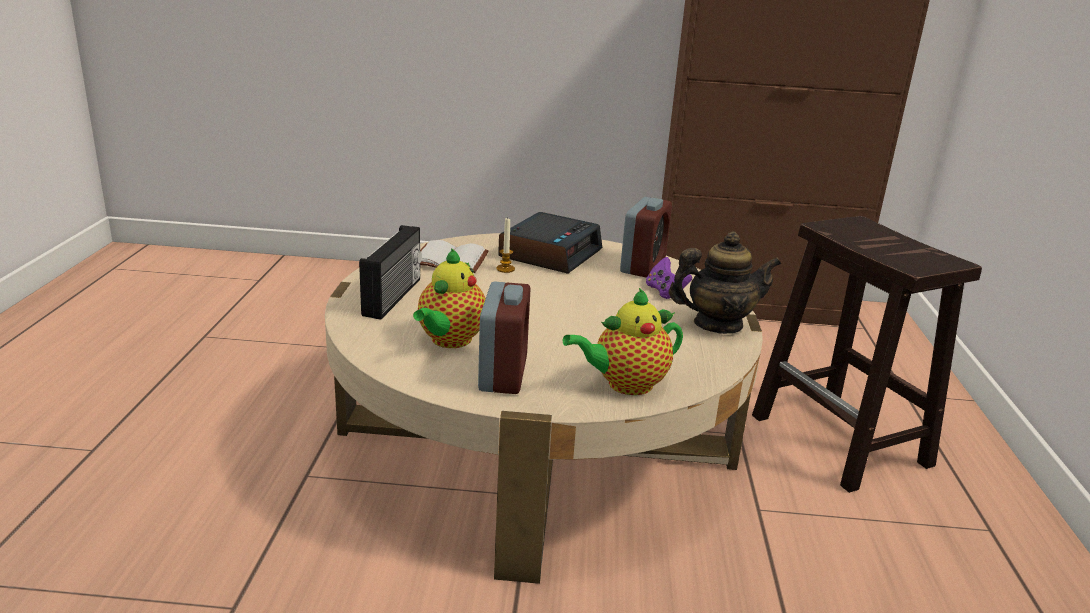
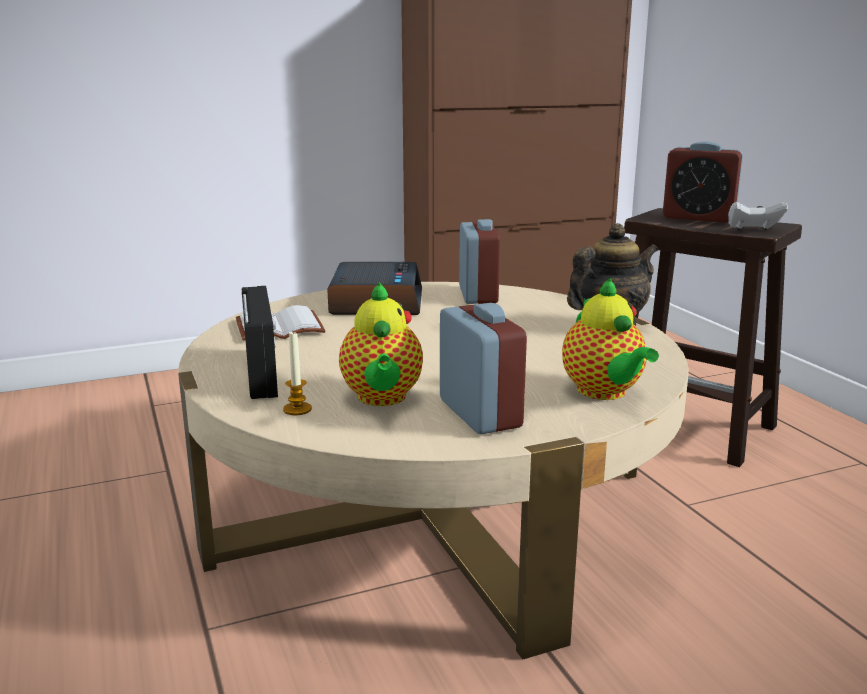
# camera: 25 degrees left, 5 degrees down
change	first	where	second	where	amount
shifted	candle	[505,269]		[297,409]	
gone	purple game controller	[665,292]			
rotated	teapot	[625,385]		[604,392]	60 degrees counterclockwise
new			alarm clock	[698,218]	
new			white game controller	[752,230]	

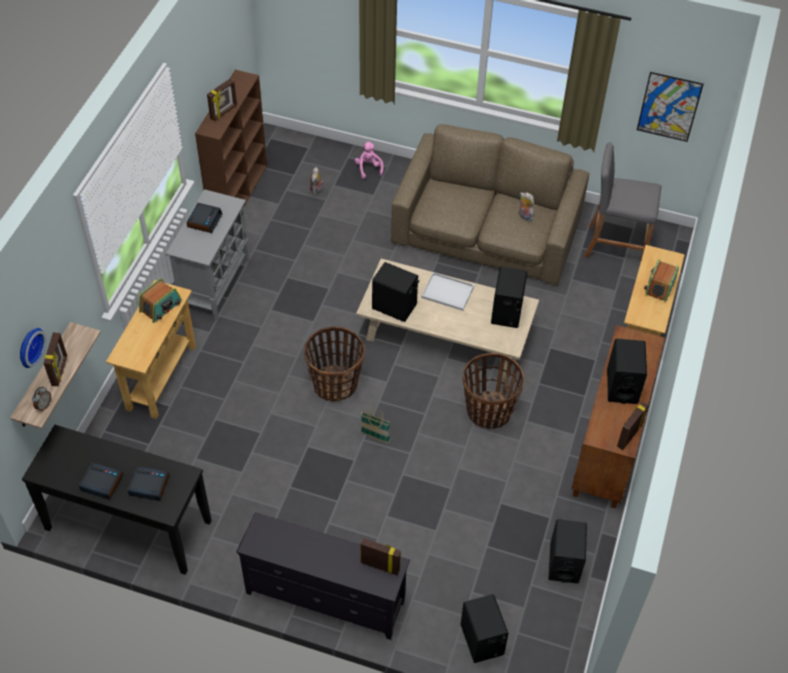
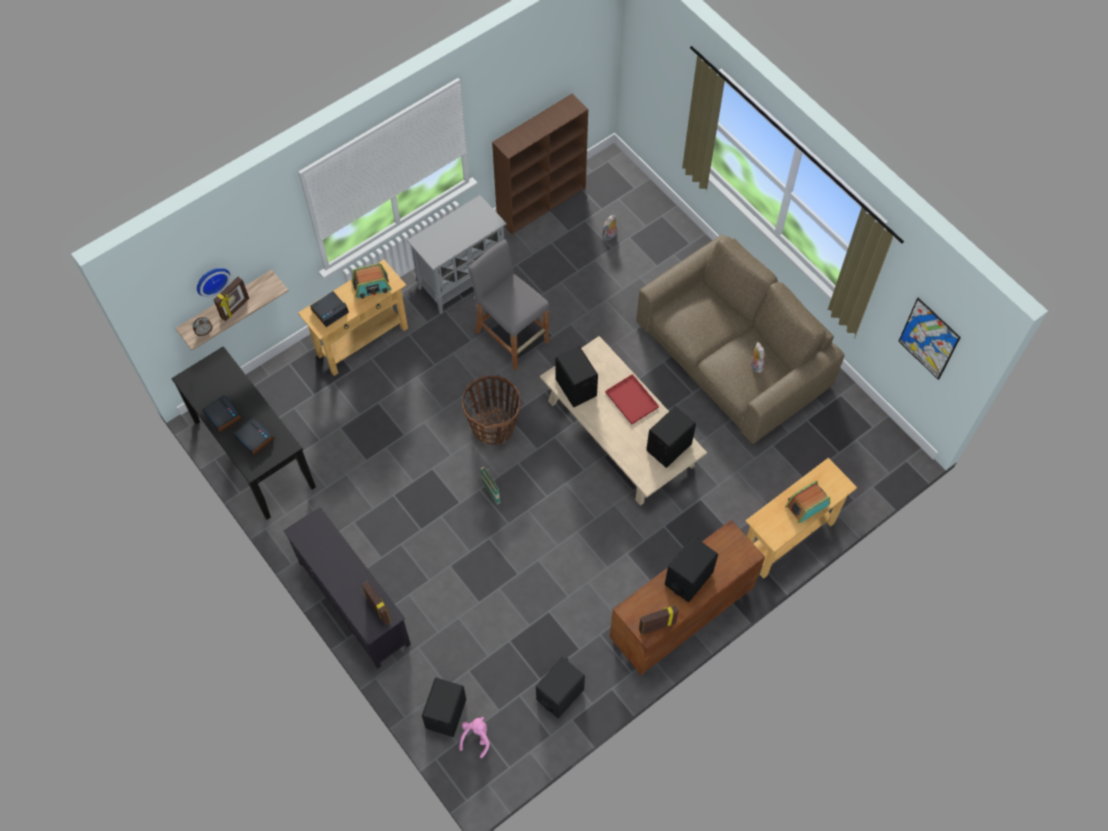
# camera: 35 degrees right, 10 degrees up
change	first	where	second	where	amount
gone	picture frame	[224,112]			
shifted	pink plush toy	[368,168]		[476,737]	
shifted	grey stool	[615,245]		[511,337]	
shifted	alarm clock	[204,220]		[330,310]	
repainted	white tray	[446,292]	red tray	[631,399]	
gone	basket	[488,411]			

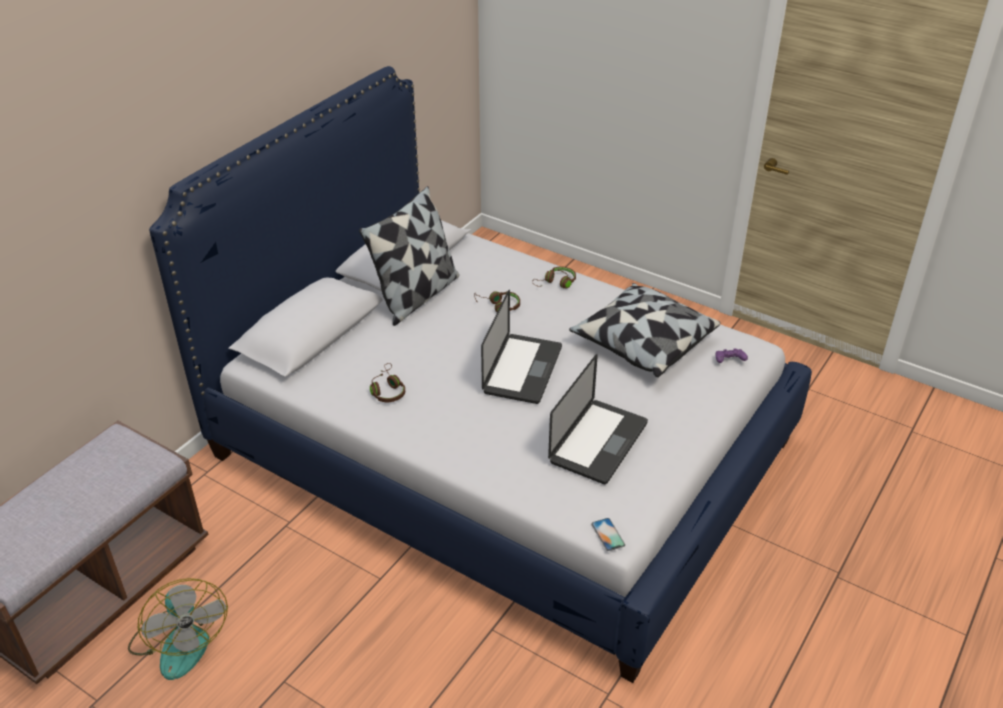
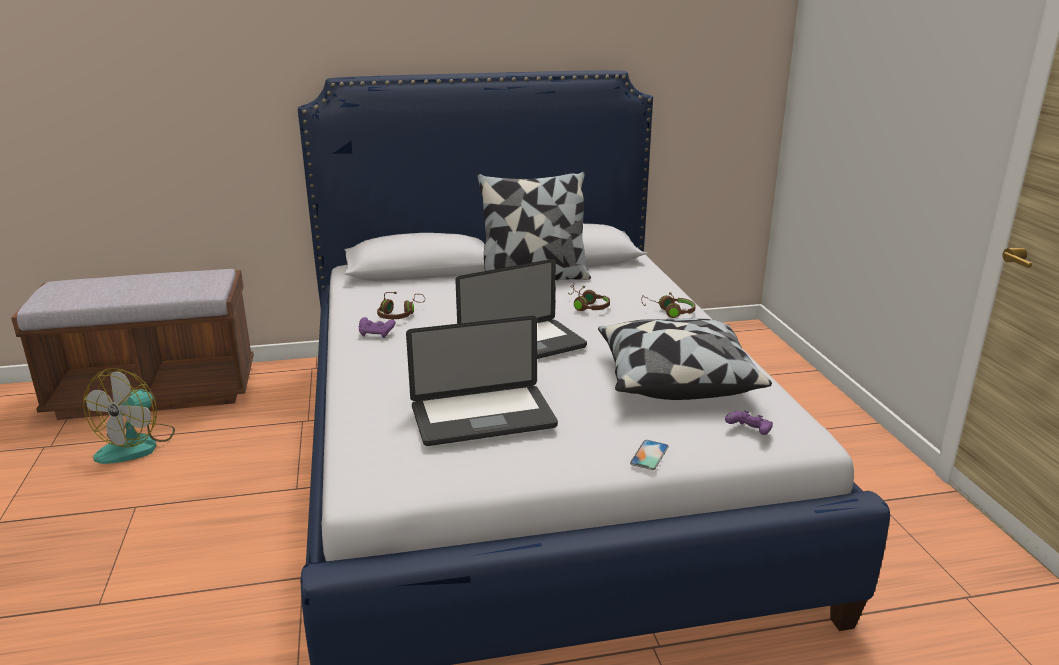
# camera: 45 degrees right, 15 degrees down
change	first	where	second	where	amount
shifted	phone	[608,534]		[649,455]	
new			purple game controller	[376,334]	

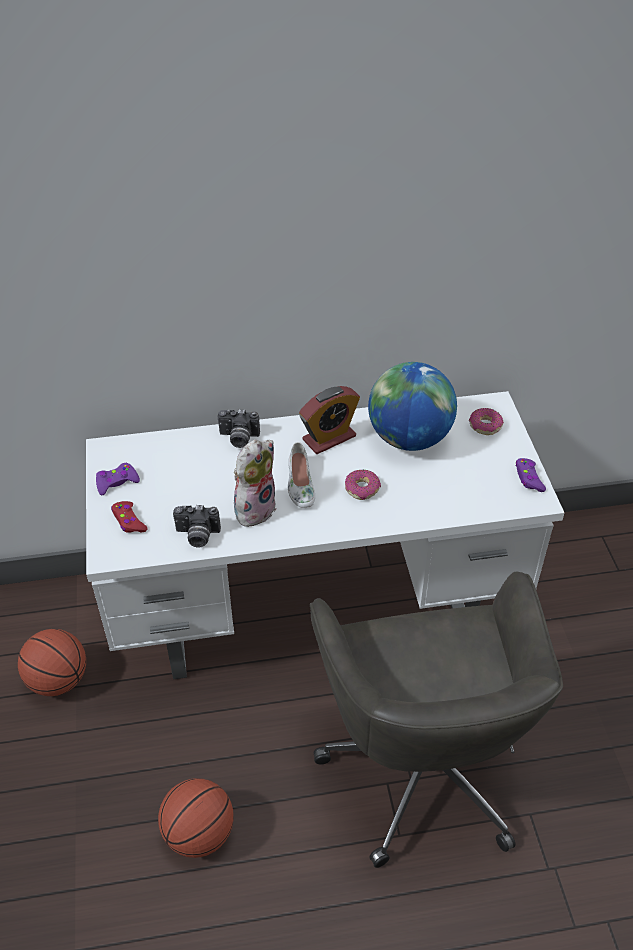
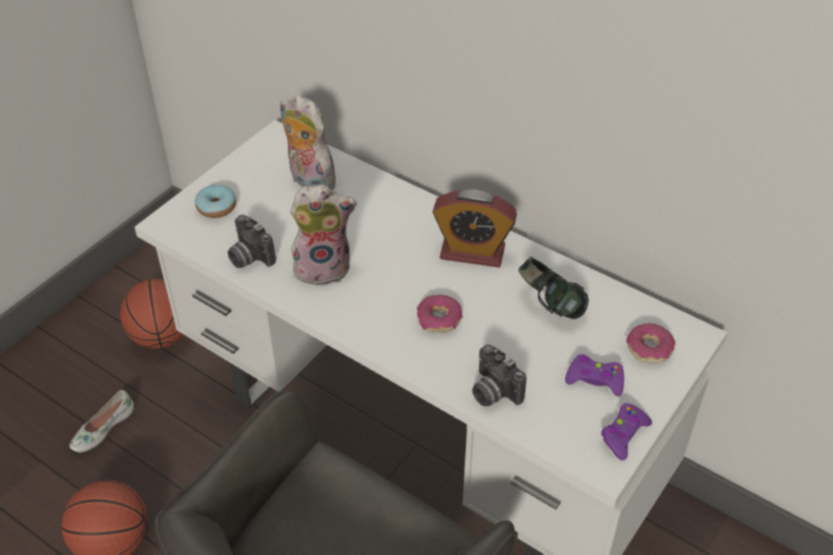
# camera: 45 degrees right, 0 degrees up
change	first	where	second	where	amount
swapped	globe	[409,438]	headphones	[549,305]	
shifted	photo camera	[238,438]		[492,392]	
shifted	white shoe	[300,484]		[102,428]	
shifted	purple game controller	[116,482]		[595,379]	
swapped	red game controller	[129,521]	donut	[216,207]	
new			plush toy	[308,180]	

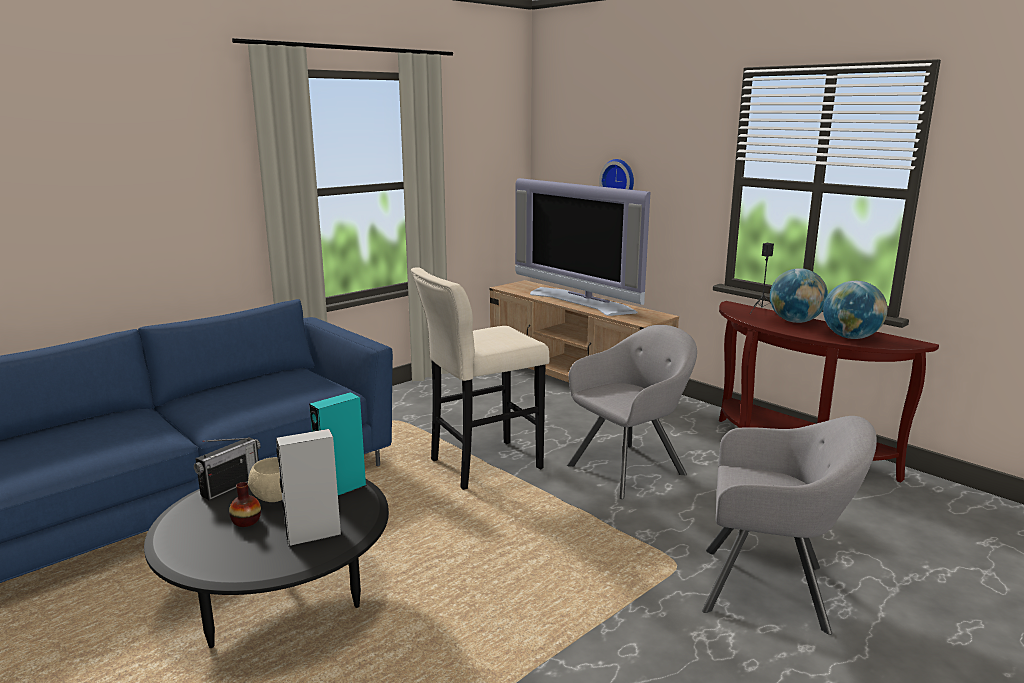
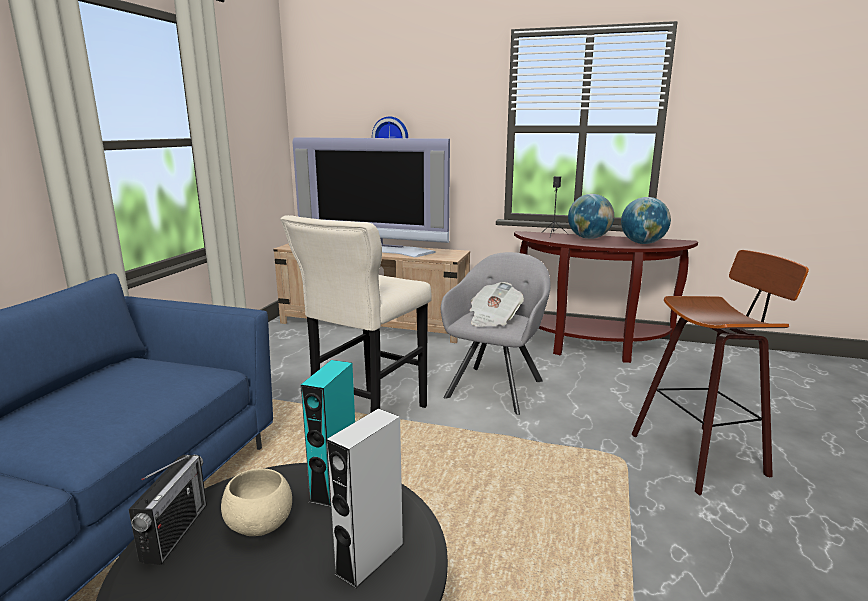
# camera: 30 degrees left, 0 degrees up
change	first	where	second	where	amount
swapped	grey armchair	[771,589]	stool	[702,455]	
gone	vase	[246,521]			
new			newspaper	[493,319]	

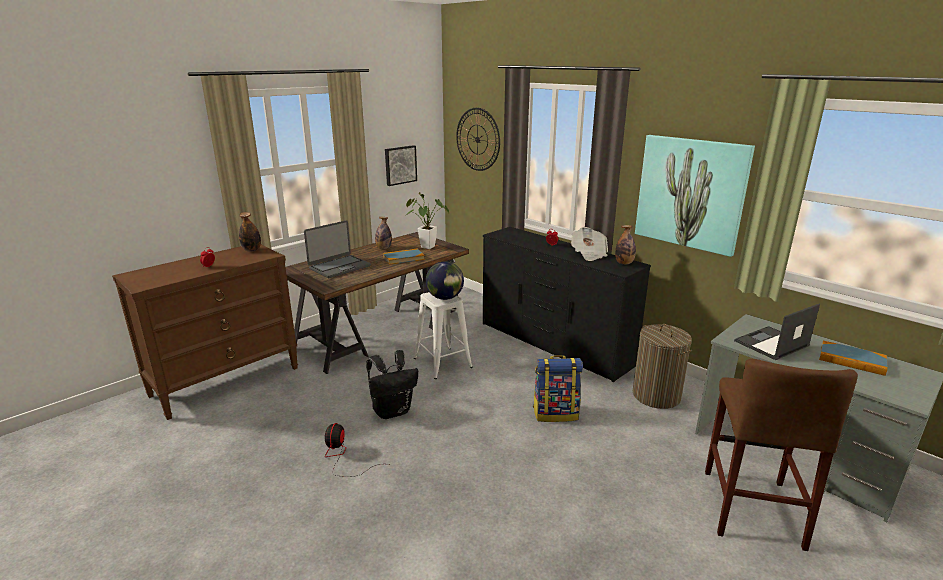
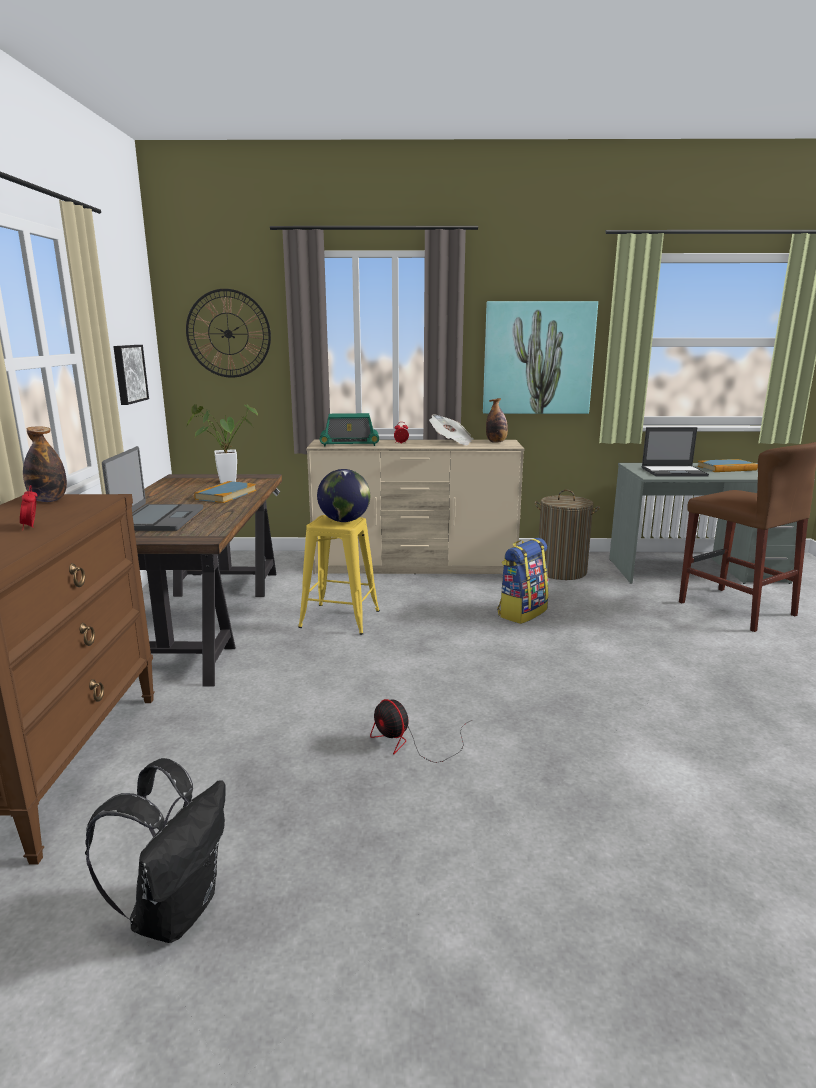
# camera: 45 degrees left, 5 degrees down
change	first	where	second	where	amount
gone	bottle	[384,248]			
repainted	black dresser	[554,344]	beige dresser	[415,566]	
repainted	white stool	[442,363]	yellow stool	[340,619]	
rotated	laptop	[771,344]		[674,472]	105 degrees counterclockwise
shifted	black backpack	[393,411]		[175,910]	
new			radio	[349,444]	

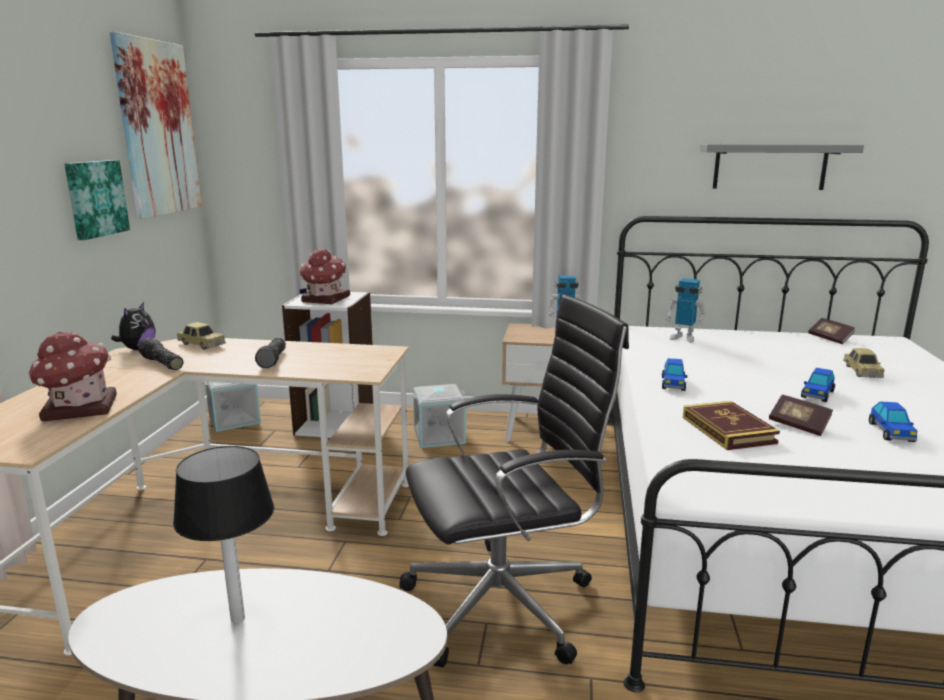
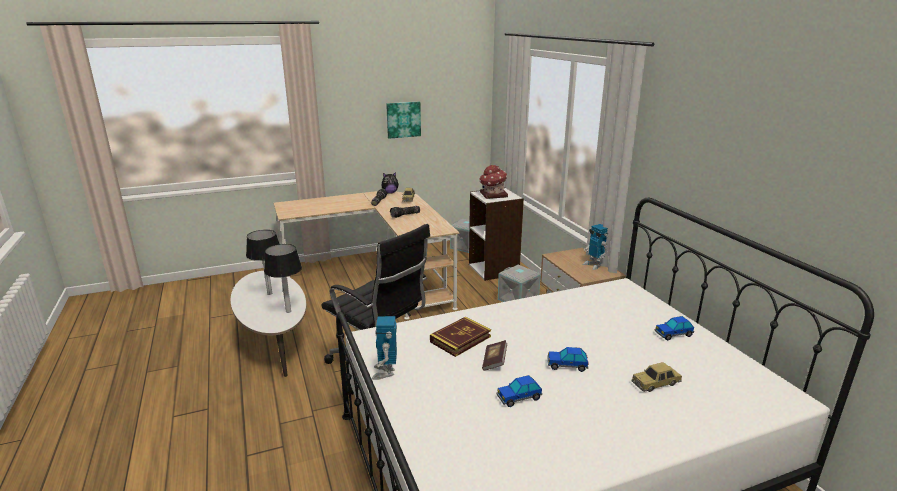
# camera: 60 degrees right, 5 degrees up
change	first	where	second	where	amount
gone	picture	[157,128]			
gone	grey shelf	[769,166]			
shifted	toy robot	[683,338]		[385,372]	
gone	book	[830,338]			
gone	toy house	[78,408]			
shifted	toy car	[673,384]		[673,334]	
new			table lamp	[288,311]	

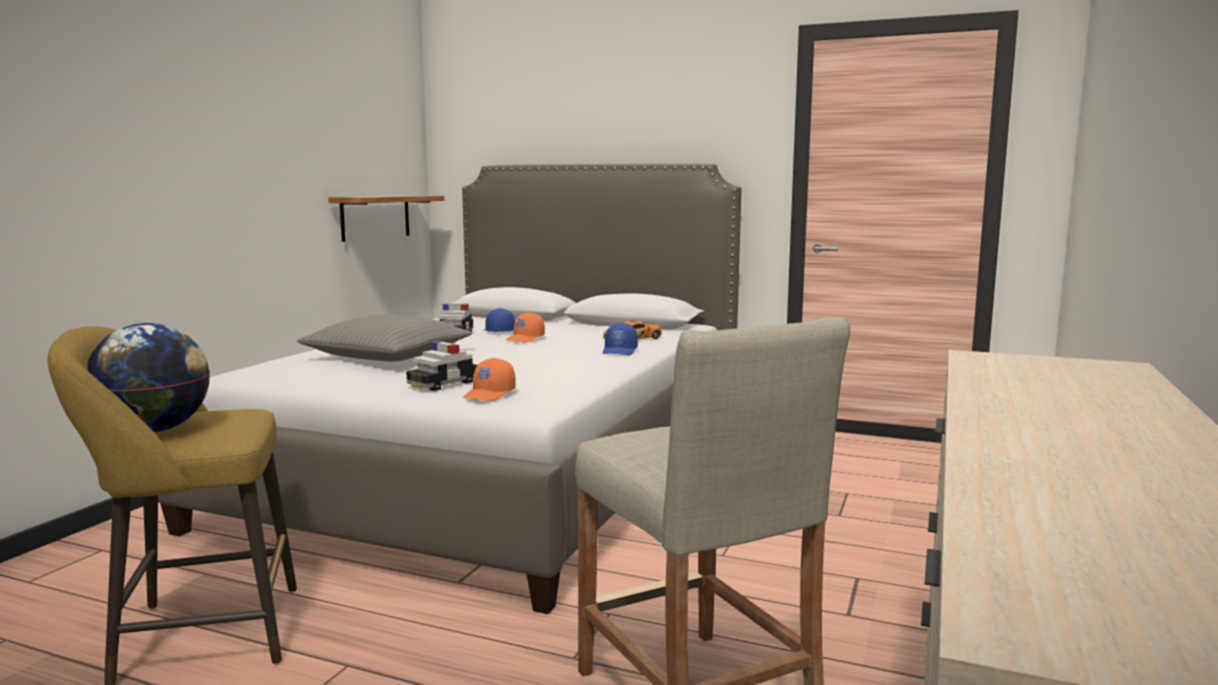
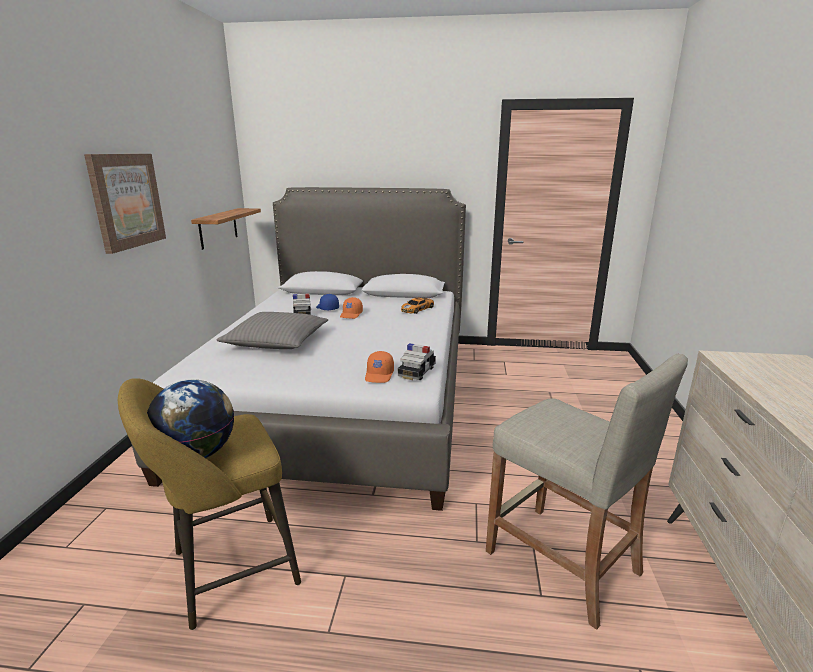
# camera: 15 degrees left, 10 degrees up
change	first	where	second	where	amount
gone	blue cap	[620,351]			
shifted	toy car	[443,384]		[417,372]	
new			picture	[126,201]	

